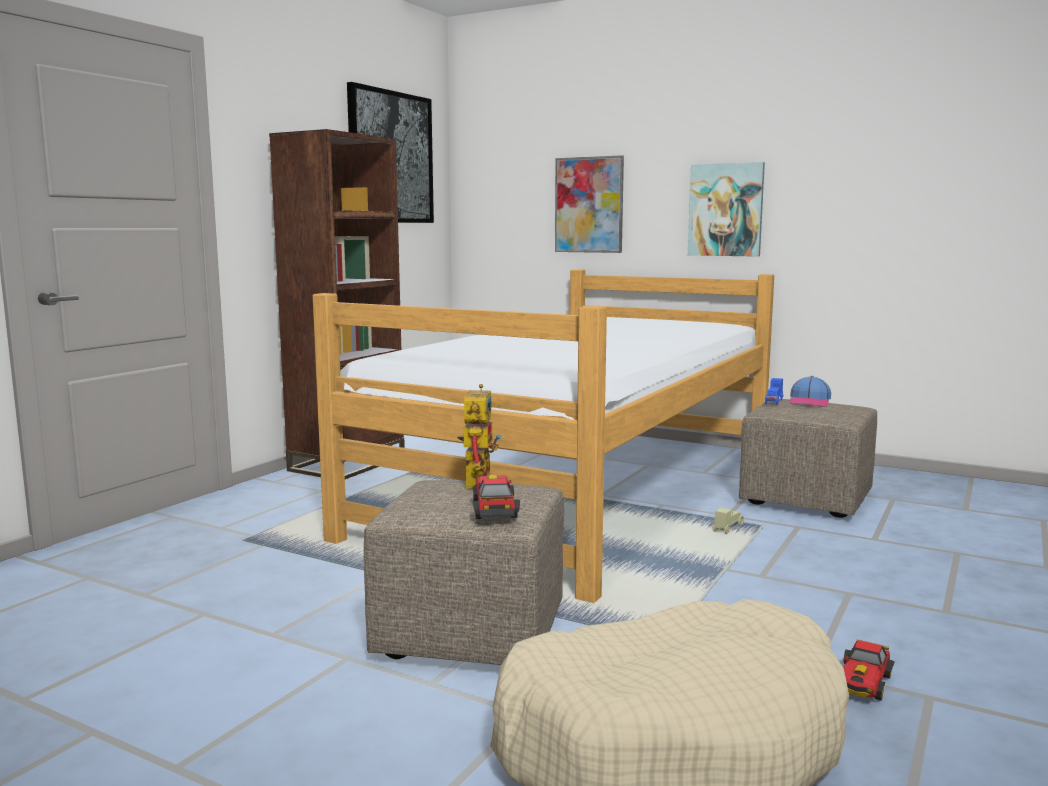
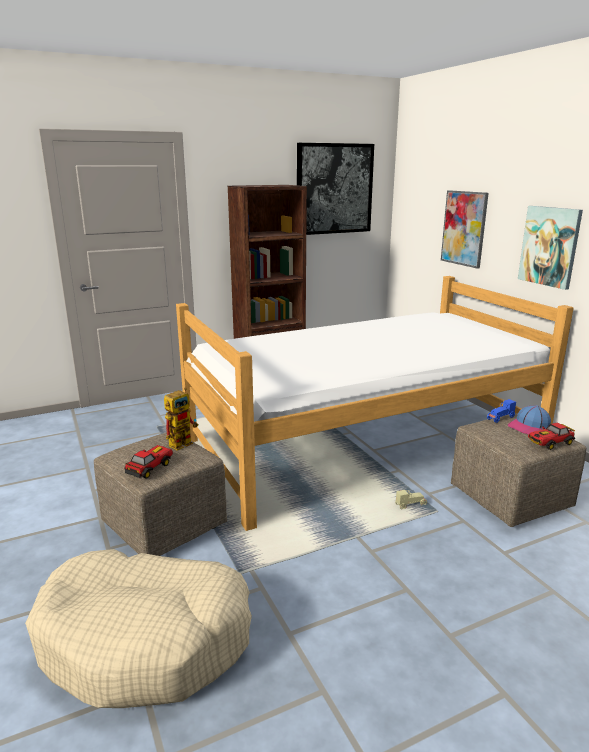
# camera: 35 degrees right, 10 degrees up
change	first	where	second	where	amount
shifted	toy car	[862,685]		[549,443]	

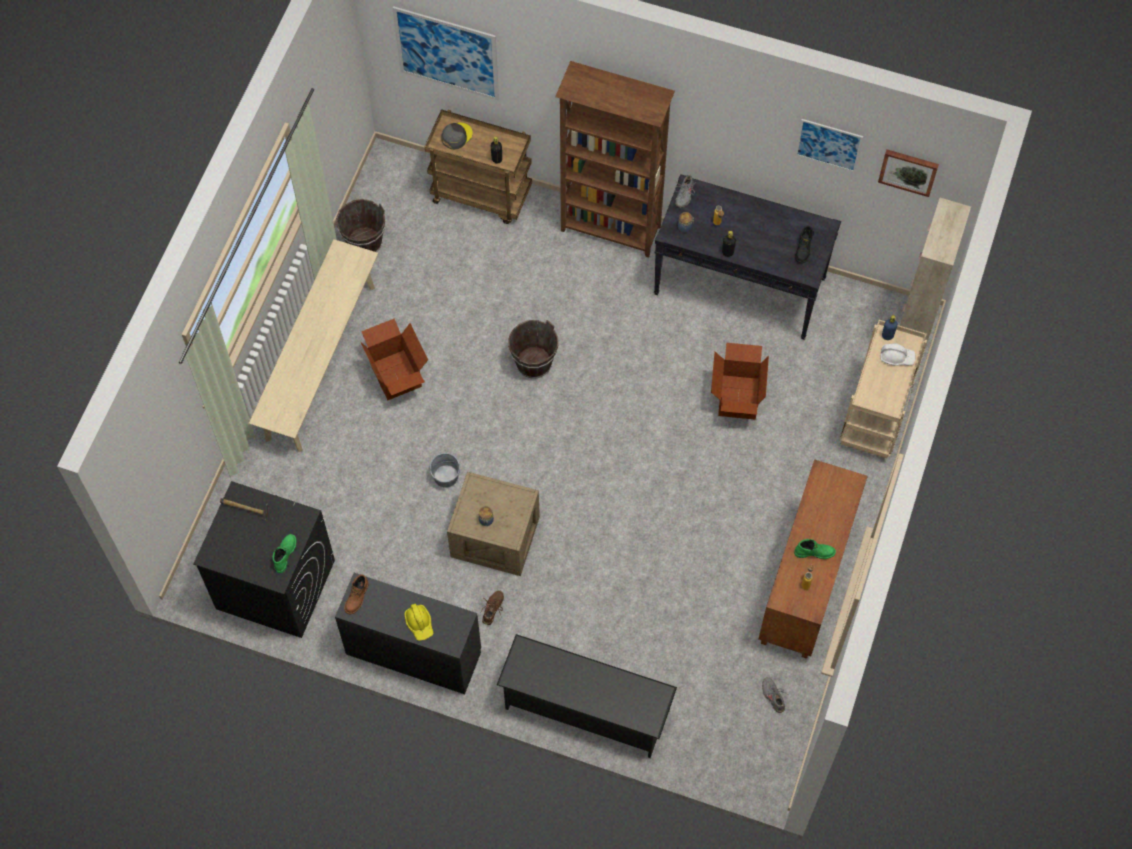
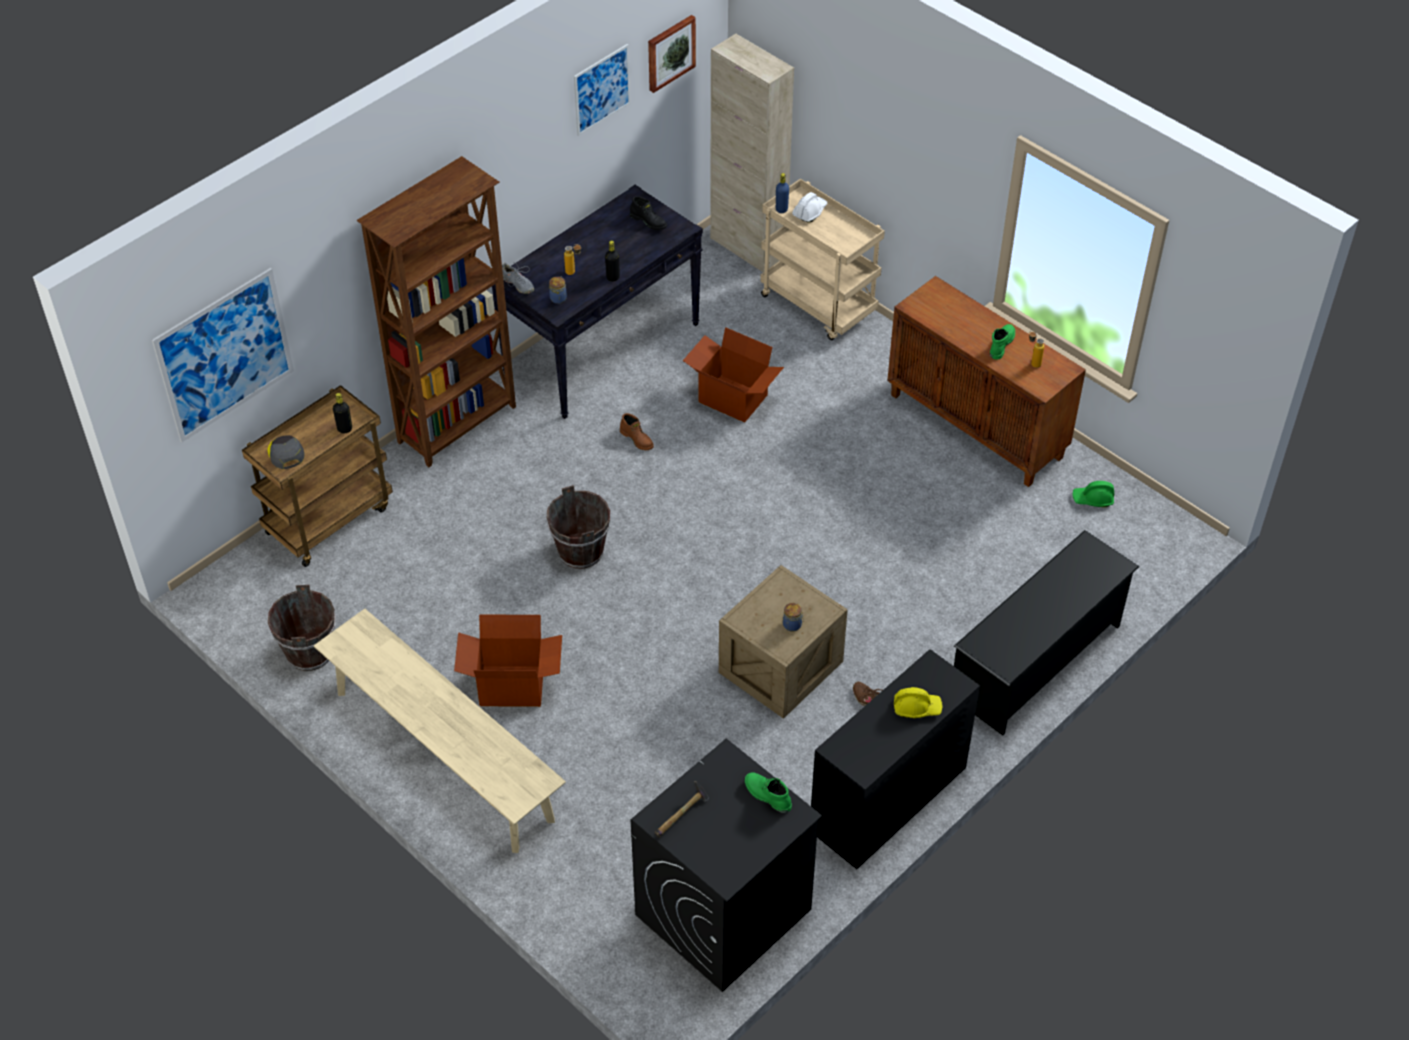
# camera: 65 degrees left, 15 degrees down
change	first	where	second	where	amount
gone	grey bucket	[446,476]			
shifted	brown boot	[357,597]		[637,439]	
swapped	grey shoe	[773,696]	green hard hat	[1093,499]	

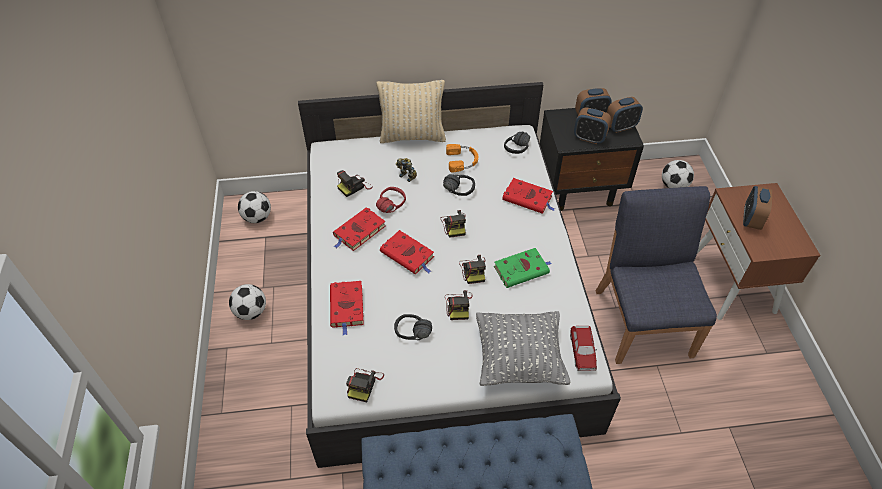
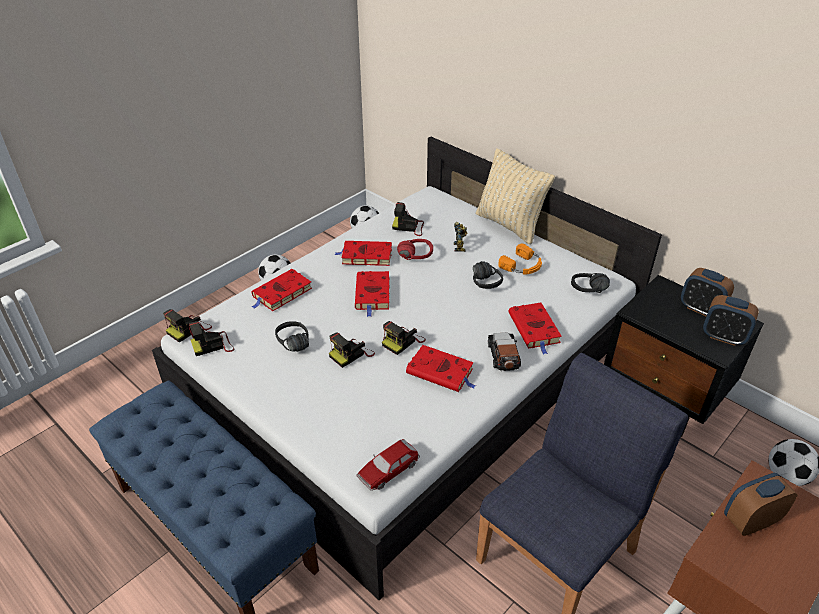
# camera: 50 degrees right, 10 degrees down
change	first	where	second	where	amount
gone	alarm clock	[589,138]			
shifted	photo camera	[454,225]		[189,329]	
repainted	green book	[522,269]	red book	[441,372]	
gone	grey pillow	[519,359]			
new			toy car	[503,356]	

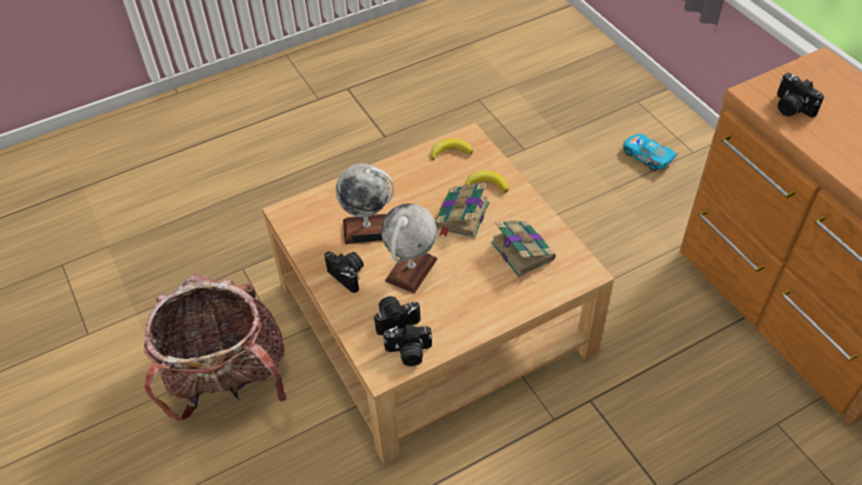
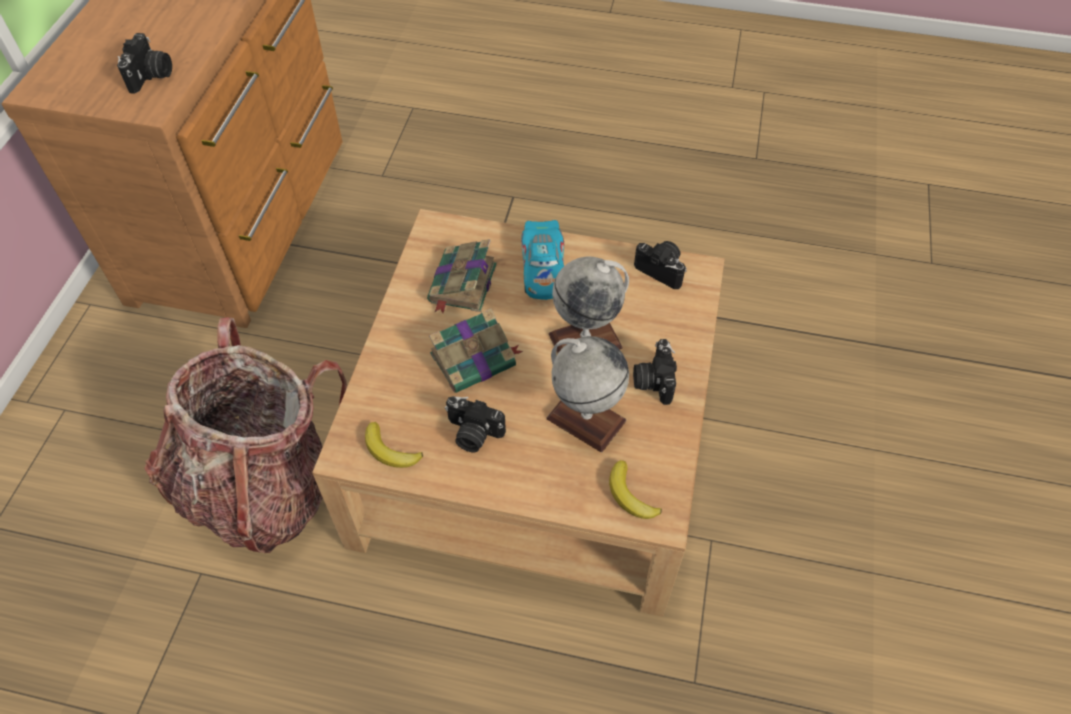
# camera: 140 degrees left, 5 degrees up
change	first	where	second	where	amount
shifted	toy car	[647,157]		[543,269]	
shifted	banana	[487,184]		[630,495]	
shifted	backpack	[228,379]		[263,487]	
shifted	photo camera	[395,319]		[472,434]	

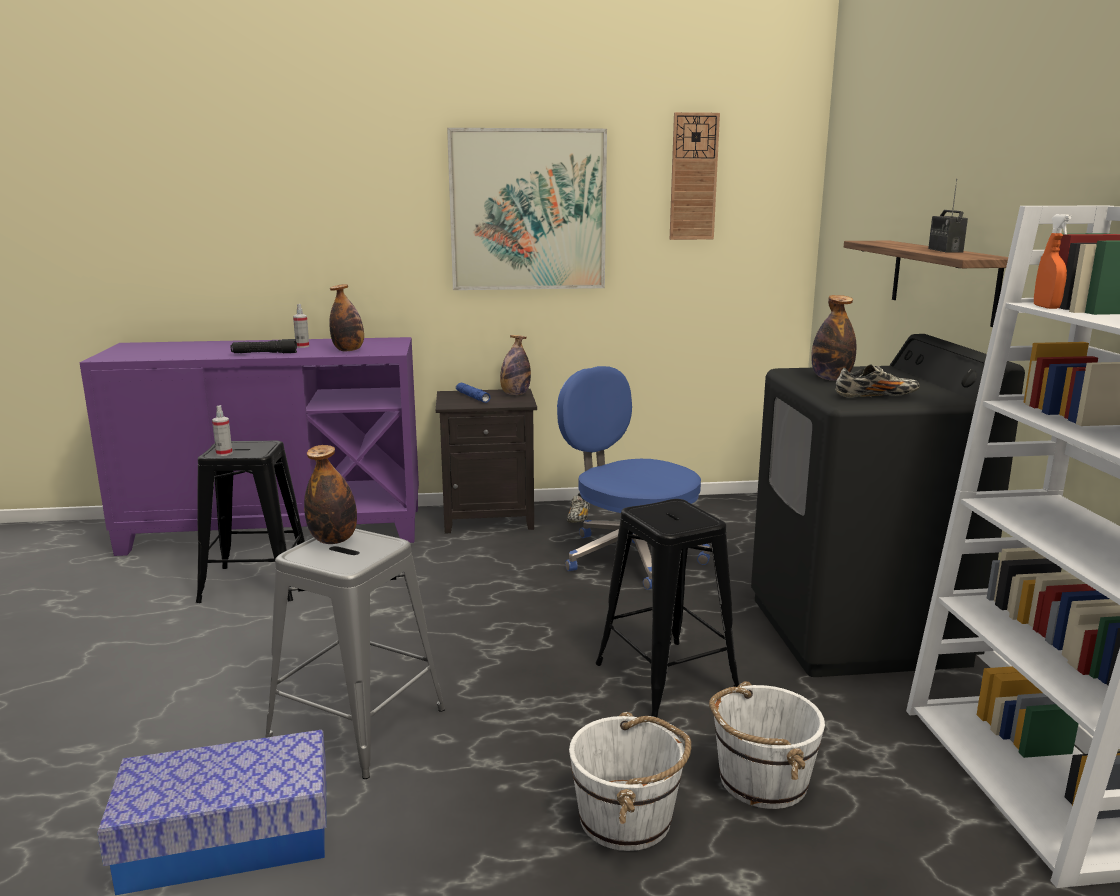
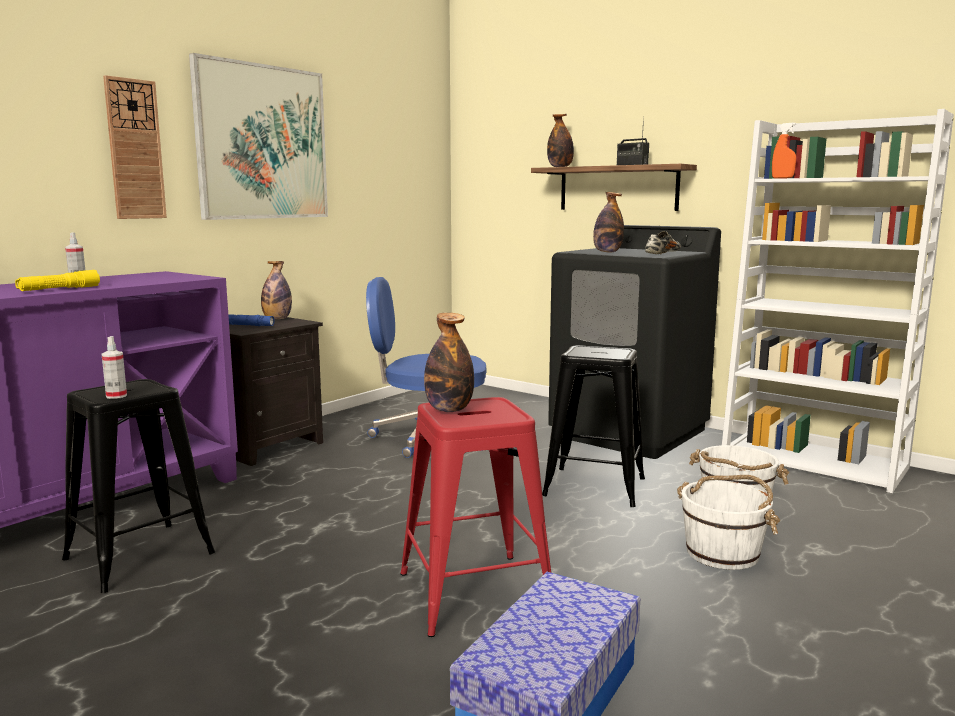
# camera: 45 degrees left, 5 degrees down
change	first	where	second	where	amount
shifted	wall clock	[693,177]		[135,149]	
shifted	bottle	[348,350]		[560,167]	
repainted	black flashlight	[264,353]	yellow flashlight	[59,289]	
gone	shoe	[578,518]			
repainted	grey stool	[357,725]	red stool	[474,593]	

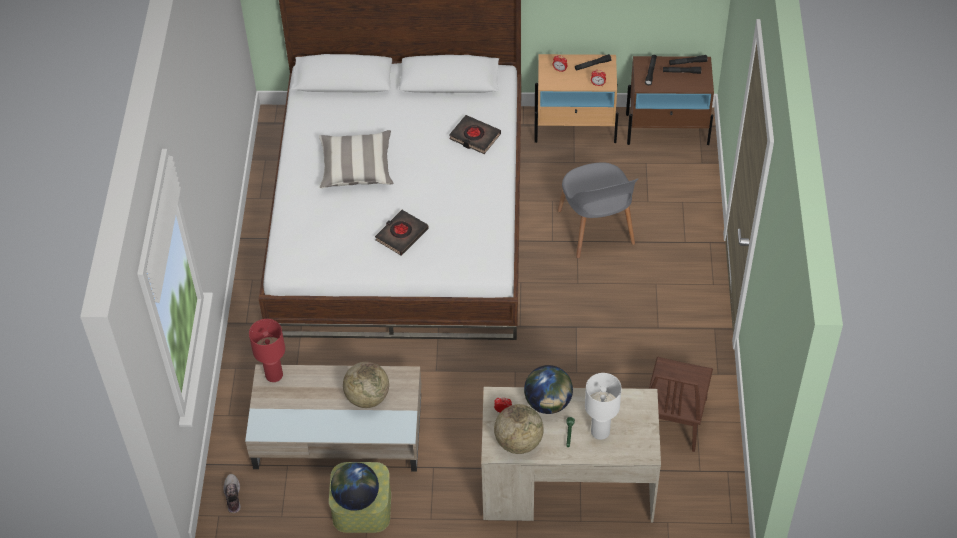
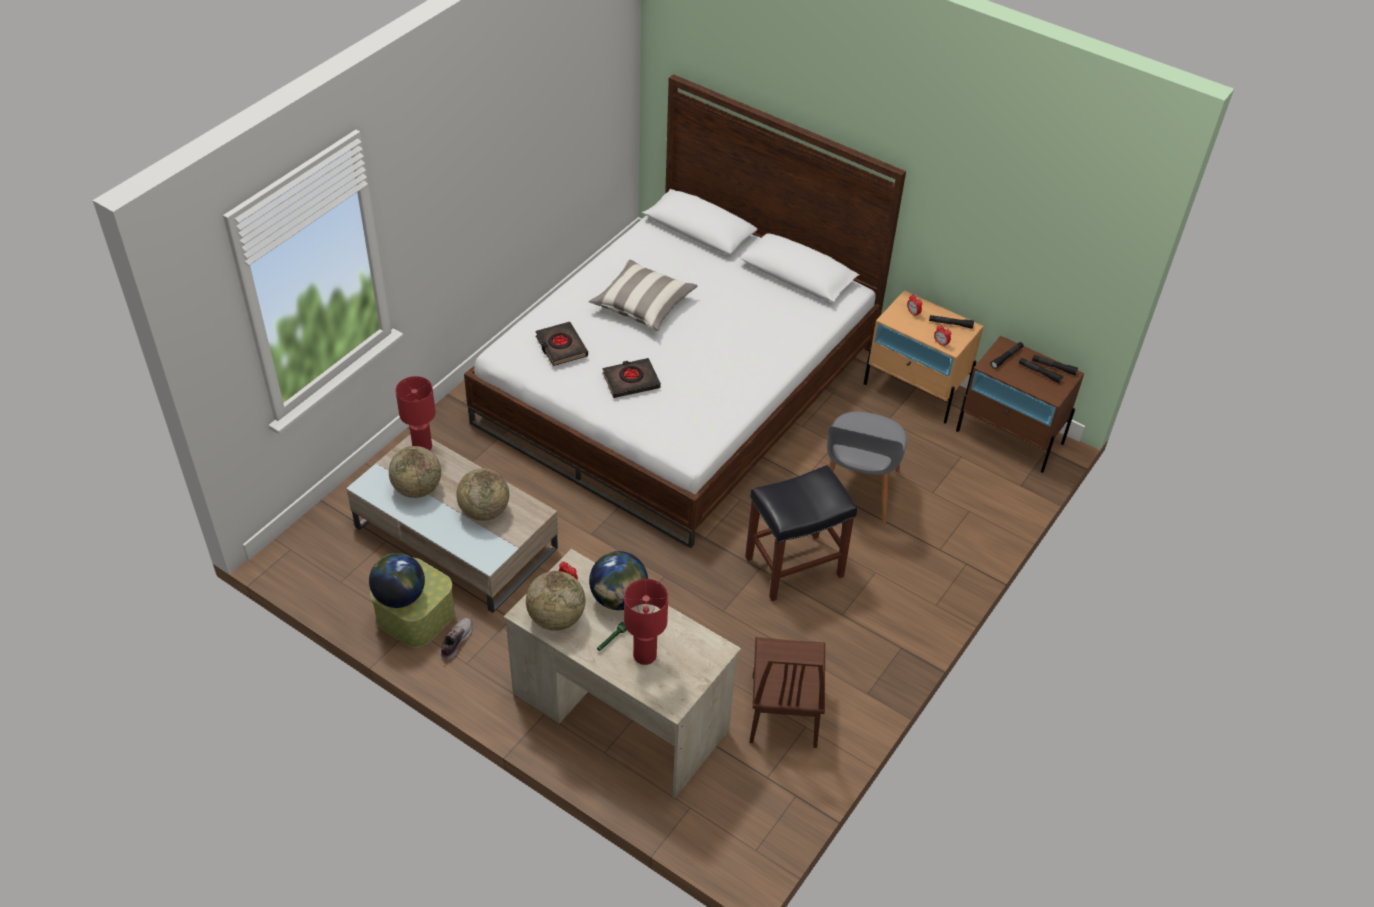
# camera: 30 degrees right, 5 degrees down
change	first	where	second	where	amount
shifted	black book	[474,137]		[561,347]	
rotated	brown chair	[674,418]		[784,710]	45 degrees counterclockwise
repainted	white table lamp	[600,432]	red table lamp	[644,656]	
shifted	shoe	[232,496]		[455,641]	
new			globe	[417,489]	
new			black stool	[793,568]	

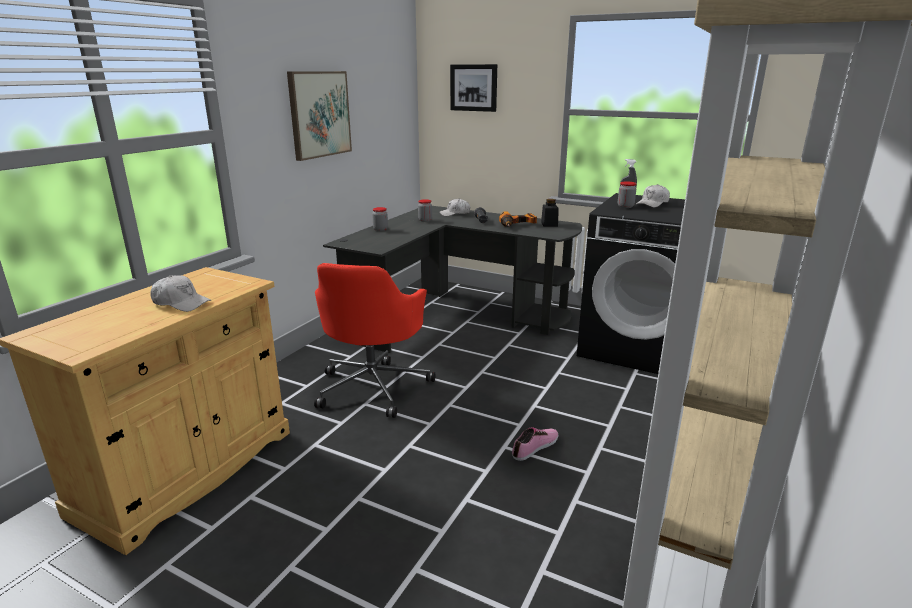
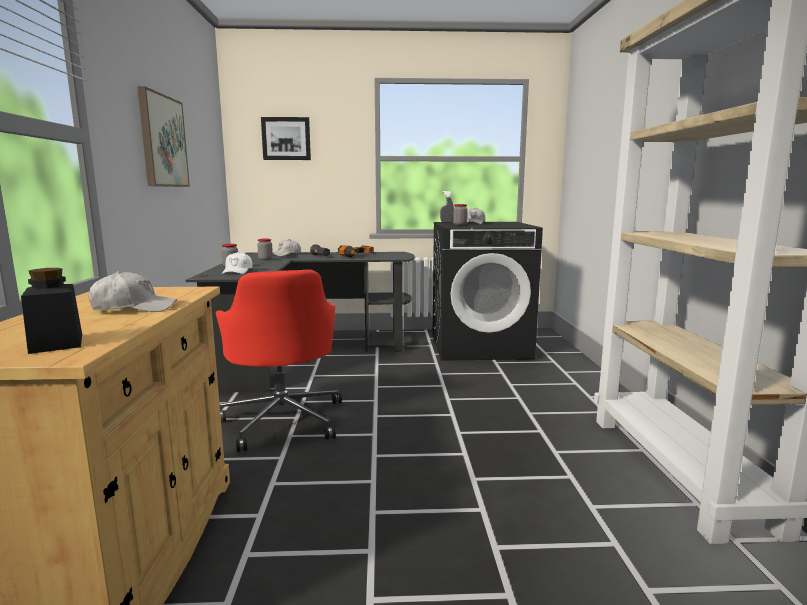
# camera: 30 degrees left, 10 degrees down
change	first	where	second	where	amount
shifted	black jar	[549,224]		[56,343]	
gone	shoe	[535,447]			
new			white cap	[238,271]	

